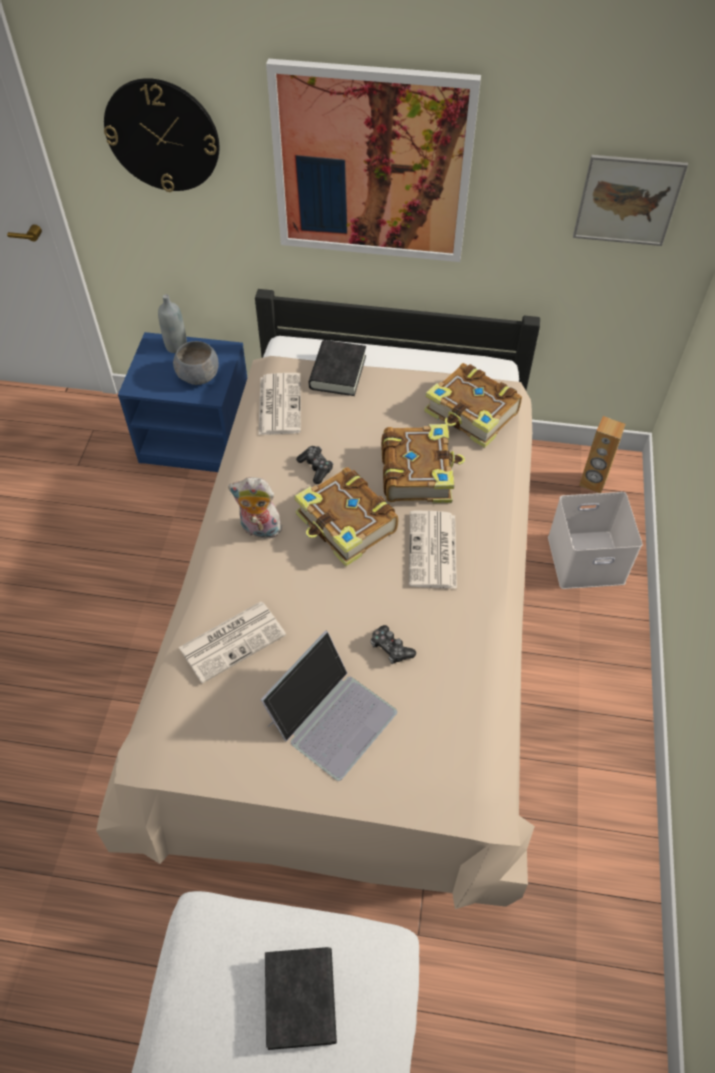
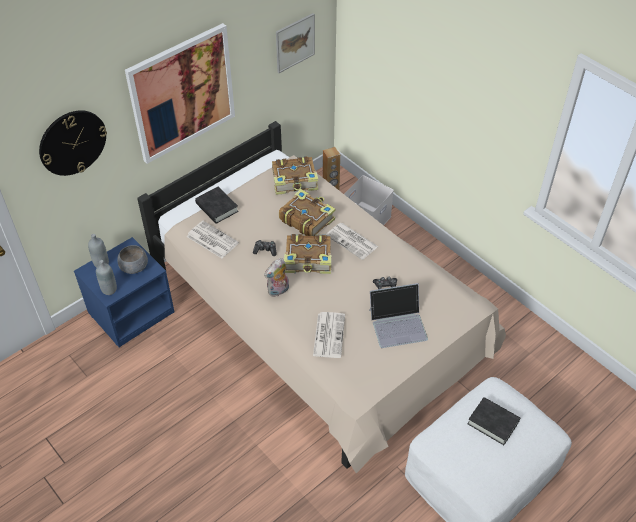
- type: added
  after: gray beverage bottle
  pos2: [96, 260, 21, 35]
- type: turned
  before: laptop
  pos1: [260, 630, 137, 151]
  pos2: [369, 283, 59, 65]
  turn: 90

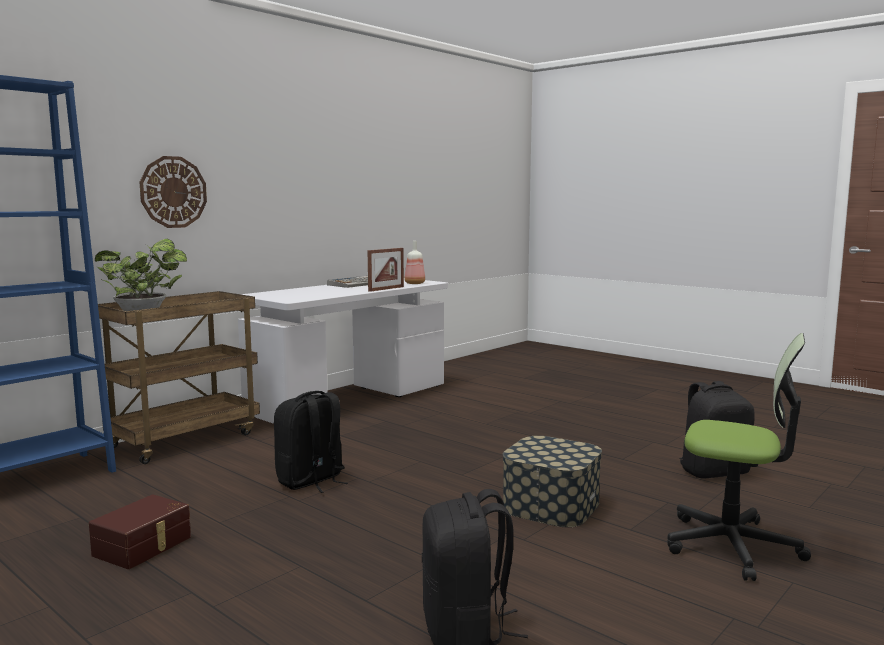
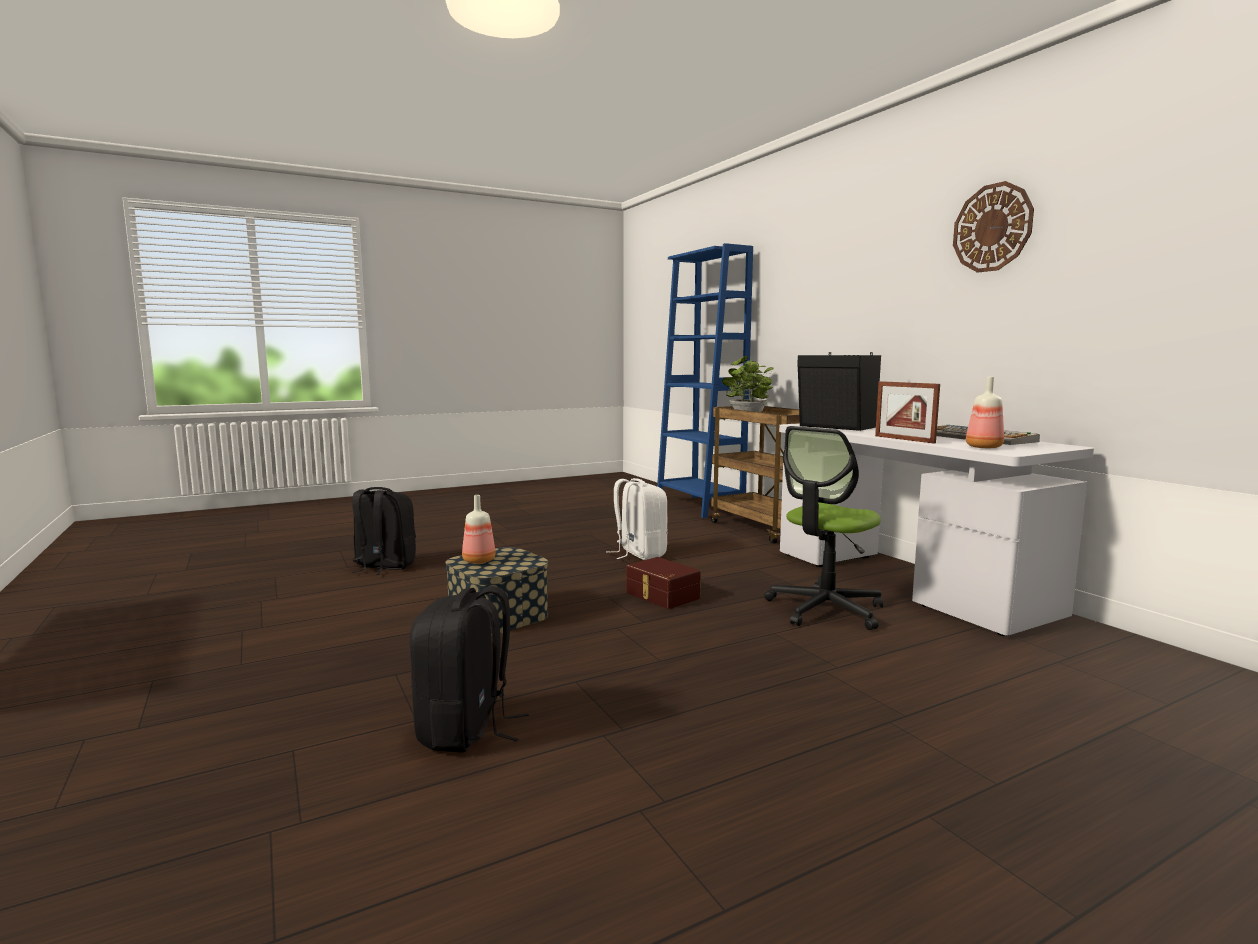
- type: added
  after: beverage bottle
  pos2: [462, 495, 34, 69]
- type: added
  after: black loudspeaker
  pos2: [797, 352, 84, 79]
- type: moved
  before: brownish storage bin
  pos1: [89, 494, 102, 75]
  pos2: [626, 557, 75, 52]
- type: moved
  before: hanging clock
  pos1: [139, 156, 68, 72]
  pos2: [953, 181, 81, 92]
- type: moved
  before: desk chair
  pos1: [667, 333, 144, 248]
  pos2: [764, 426, 119, 204]
- type: recoloured
  before: black rucksack
  after: white rucksack
  pos1: [274, 391, 74, 102]
  pos2: [606, 478, 62, 82]

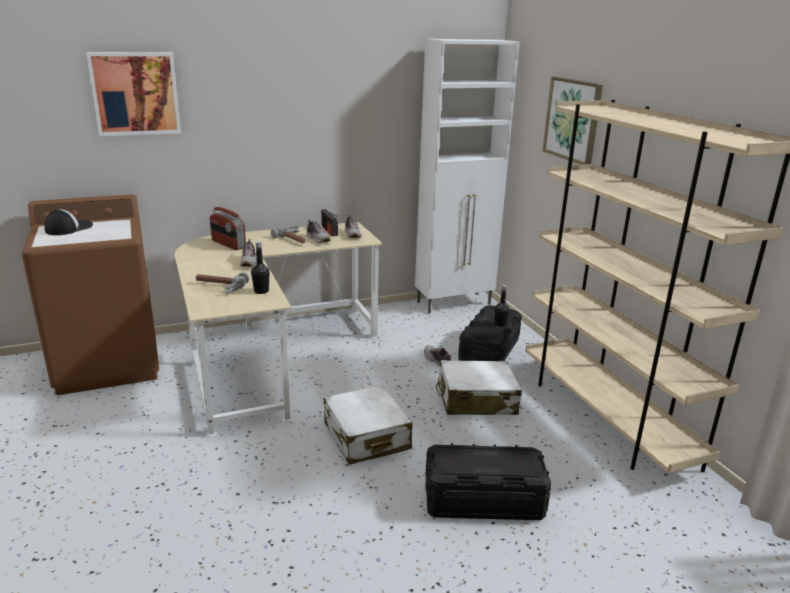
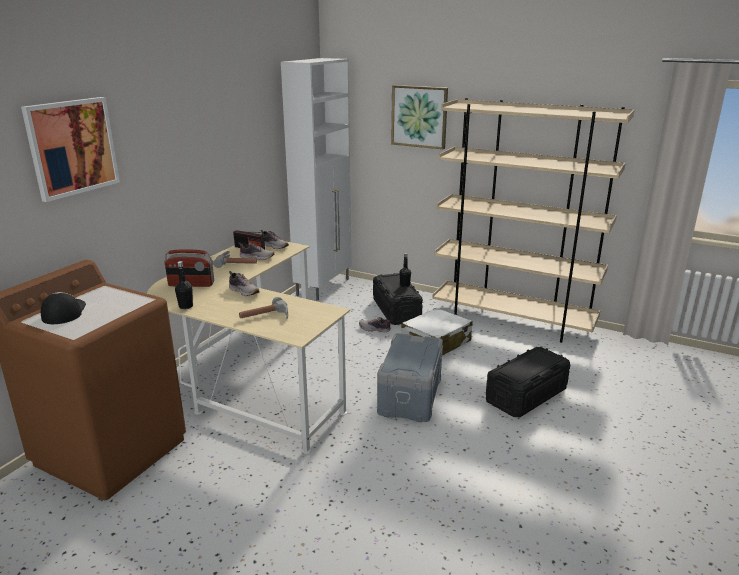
- type: moved
  before: black beverage bottle
  pos1: [251, 242, 19, 52]
  pos2: [175, 261, 18, 48]
- type: replaced
  before: white piece of luggage
  after: gray storage bin
  pos1: [324, 385, 89, 80]
  pos2: [377, 333, 66, 89]

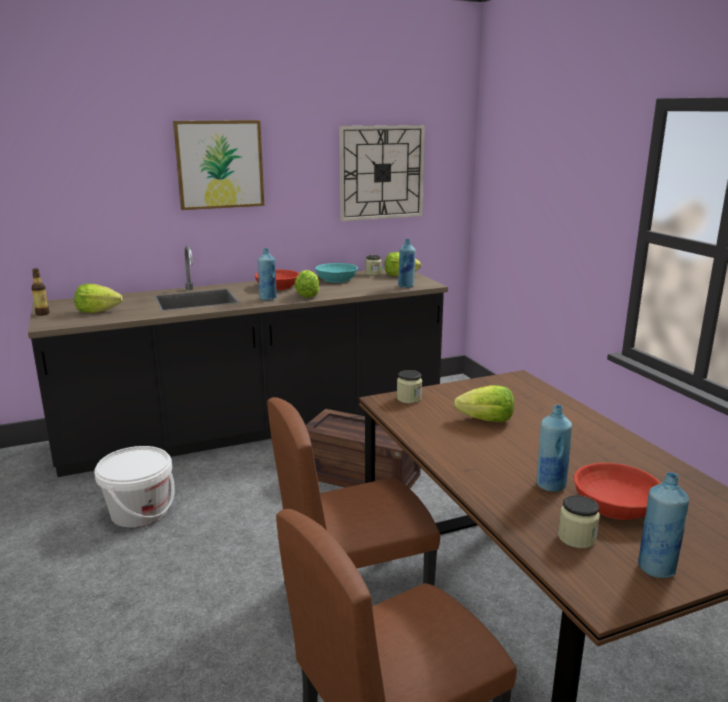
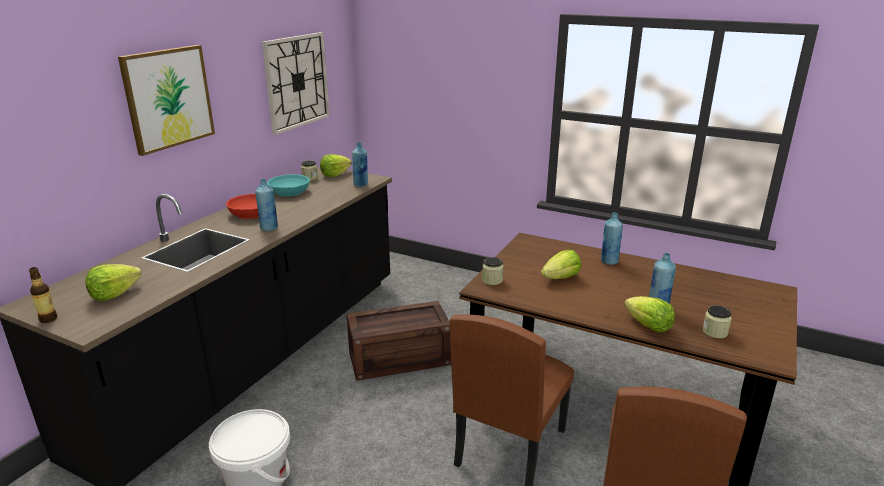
- type: removed
  before: reddish serving bowl
  pos1: [574, 463, 87, 57]
- type: moved
  before: head of lettuce
  pos1: [294, 270, 26, 28]
  pos2: [624, 296, 51, 36]
- type: moved
  before: blue-coloured beverage bottle
  pos1: [638, 472, 51, 106]
  pos2: [601, 213, 22, 52]

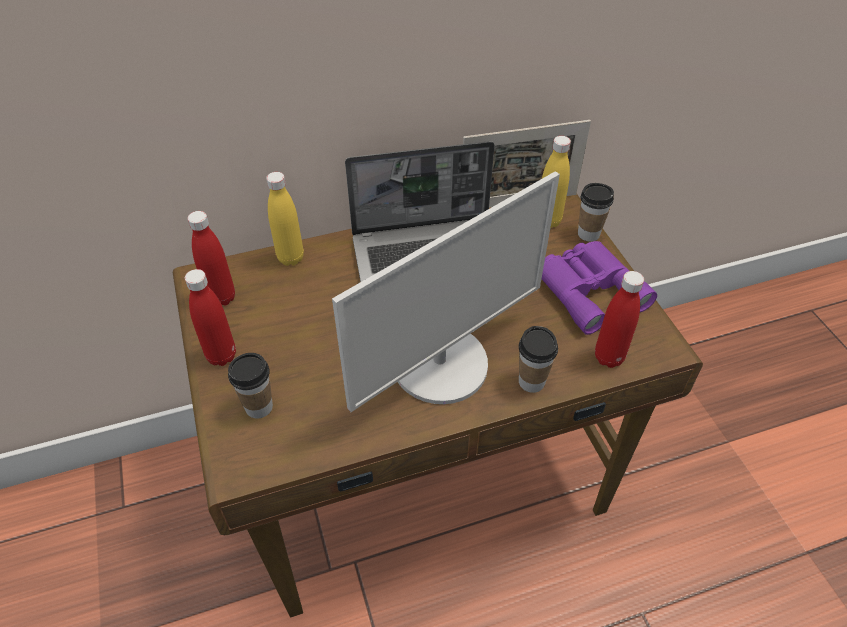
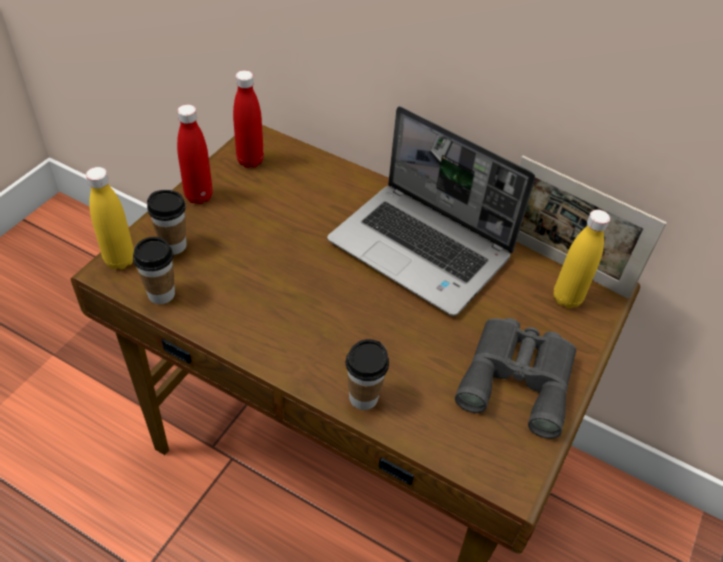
- type: removed
  before: monitor
  pos1: [332, 171, 228, 241]
- type: removed
  before: reddish beverage bottle
  pos1: [595, 271, 49, 97]
- type: moved
  before: yellow beverage bottle
  pos1: [266, 172, 38, 94]
  pos2: [86, 167, 48, 103]
- type: moved
  before: cup
  pos1: [578, 183, 36, 59]
  pos2: [133, 237, 42, 67]
- type: recoloured
  before: purplish field glasses
  after: gray field glasses
  pos1: [542, 241, 115, 94]
  pos2: [455, 318, 121, 121]

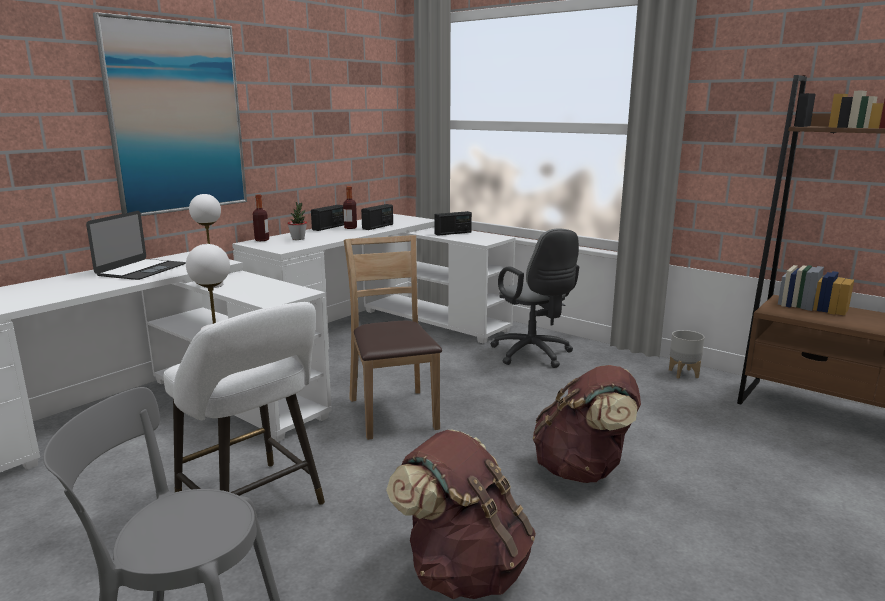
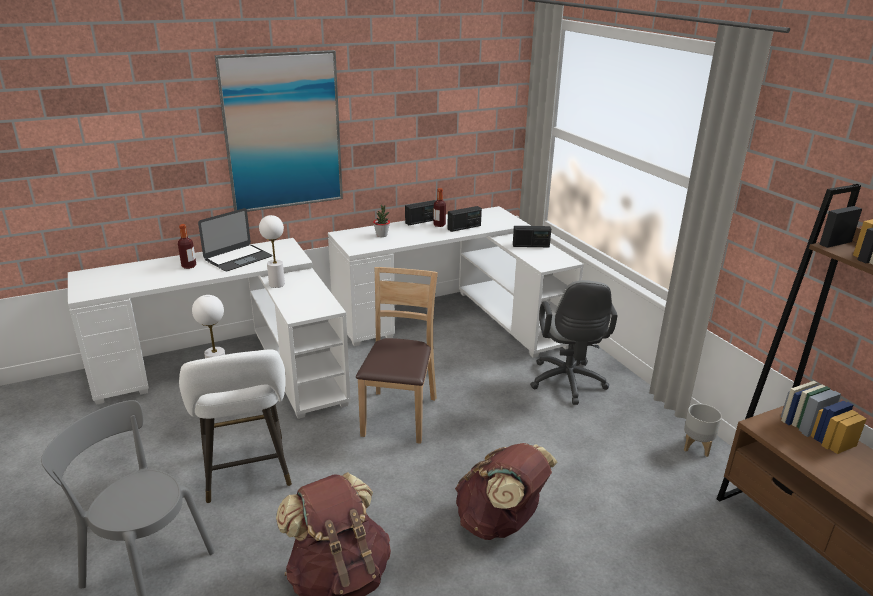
- type: moved
  before: beverage bottle
  pos1: [253, 195, 16, 46]
  pos2: [178, 224, 18, 45]

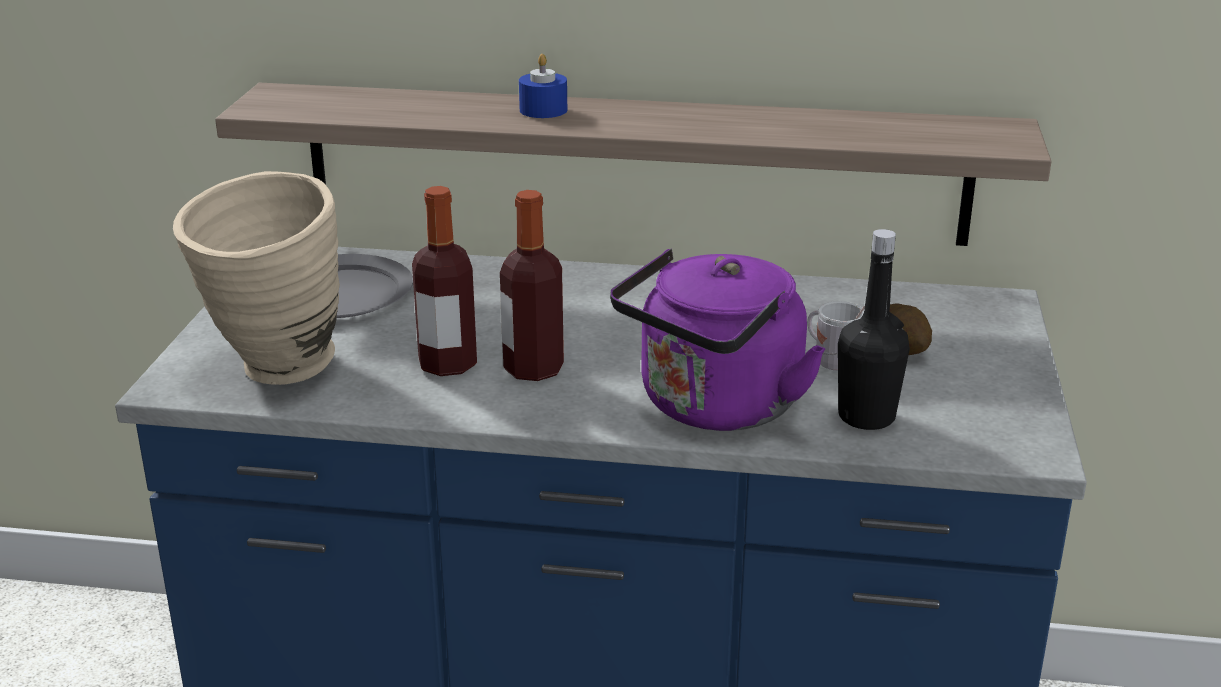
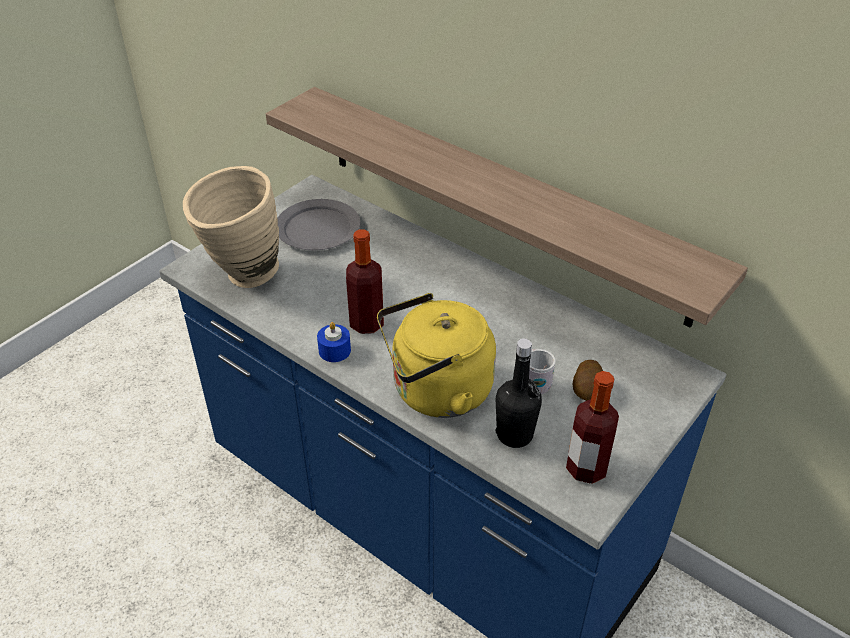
- type: moved
  before: beverage bottle
  pos1: [412, 186, 65, 190]
  pos2: [566, 371, 53, 113]
- type: moved
  before: blue-coloured wax light
  pos1: [519, 54, 48, 64]
  pos2: [317, 322, 34, 40]
- type: recoloured
  before: purplish water kettle
  after: yellow water kettle
  pos1: [610, 248, 215, 183]
  pos2: [377, 293, 119, 125]

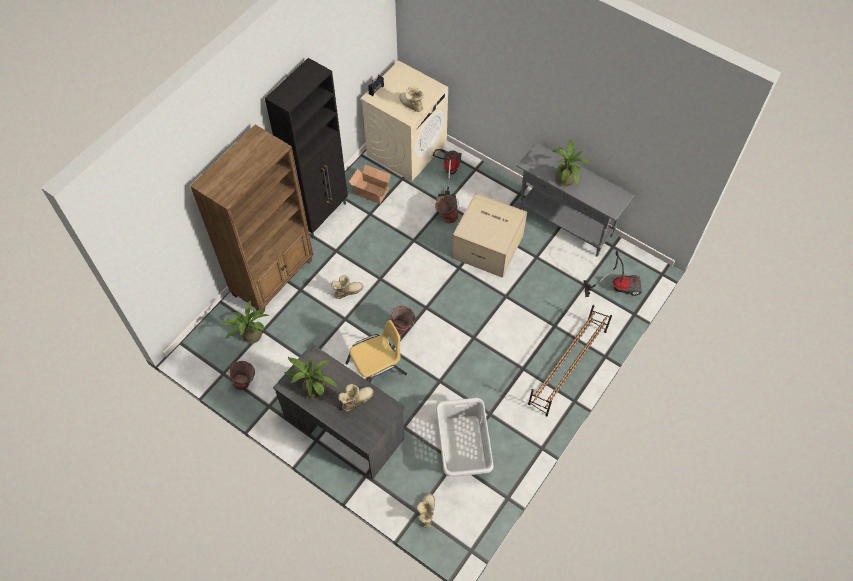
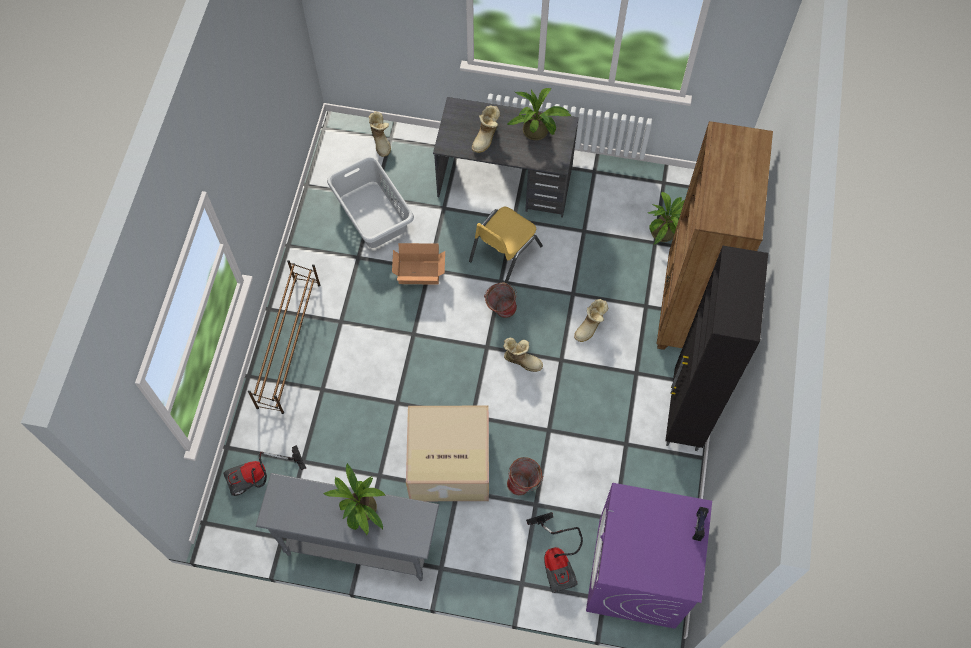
- type: removed
  before: pail
  pos1: [228, 361, 27, 29]
- type: moved
  before: cardboard box
  pos1: [349, 164, 42, 40]
  pos2: [392, 243, 53, 42]
- type: moved
  before: tall boot
  pos1: [399, 86, 25, 26]
  pos2: [503, 338, 40, 34]
- type: recoloured
  before: beige-coloured laundry appliance
  after: purplish laundry appliance
  pos1: [360, 60, 88, 121]
  pos2: [586, 483, 126, 146]

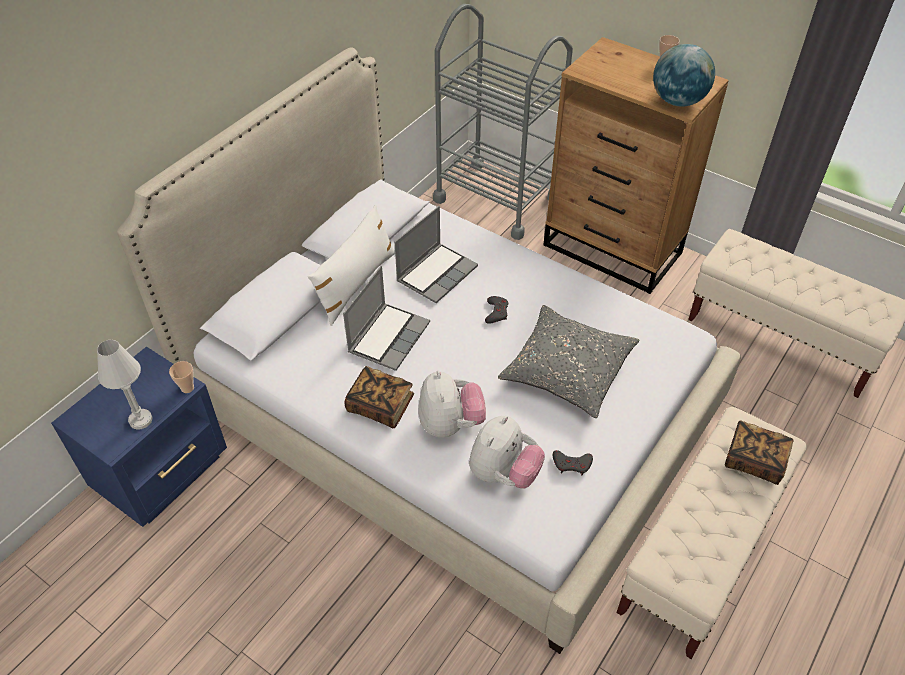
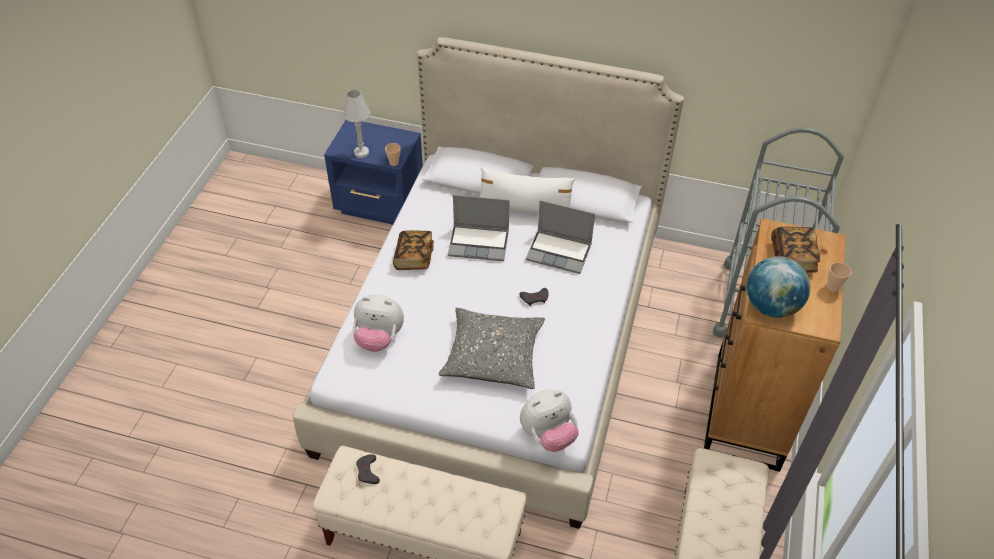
- type: moved
  before: cuddly toy
  pos1: [418, 370, 68, 67]
  pos2: [520, 390, 58, 62]
- type: moved
  before: gray joypad
  pos1: [552, 450, 41, 25]
  pos2: [356, 454, 24, 30]
- type: moved
  before: book
  pos1: [725, 420, 68, 65]
  pos2: [771, 227, 49, 46]

